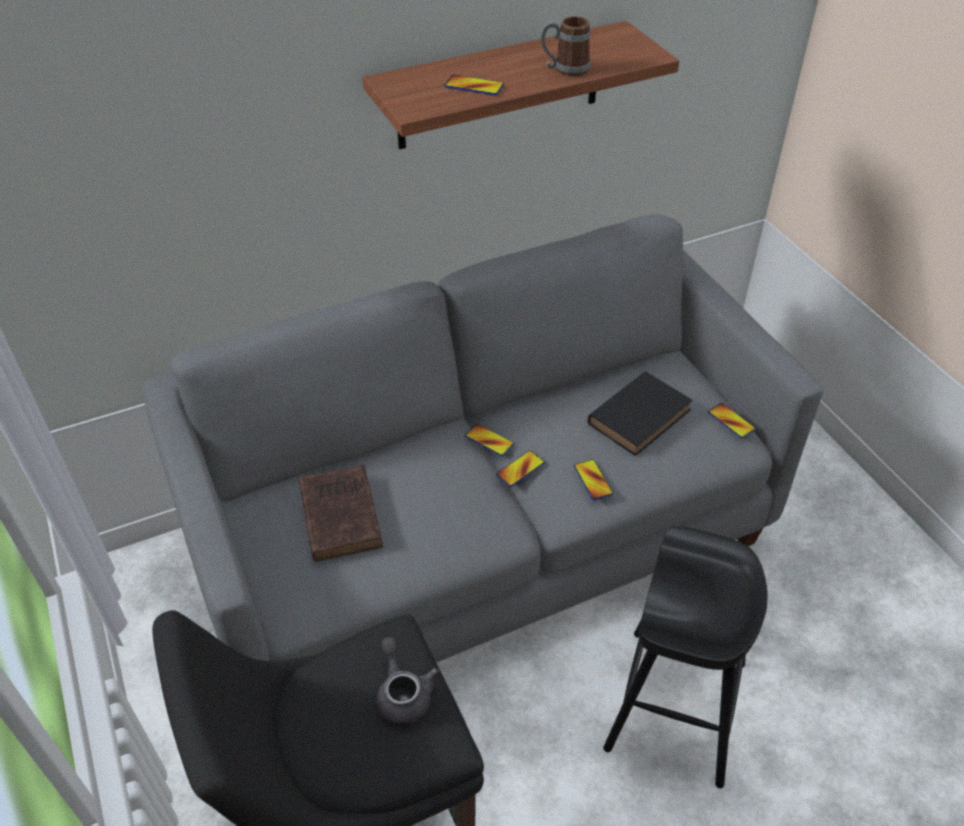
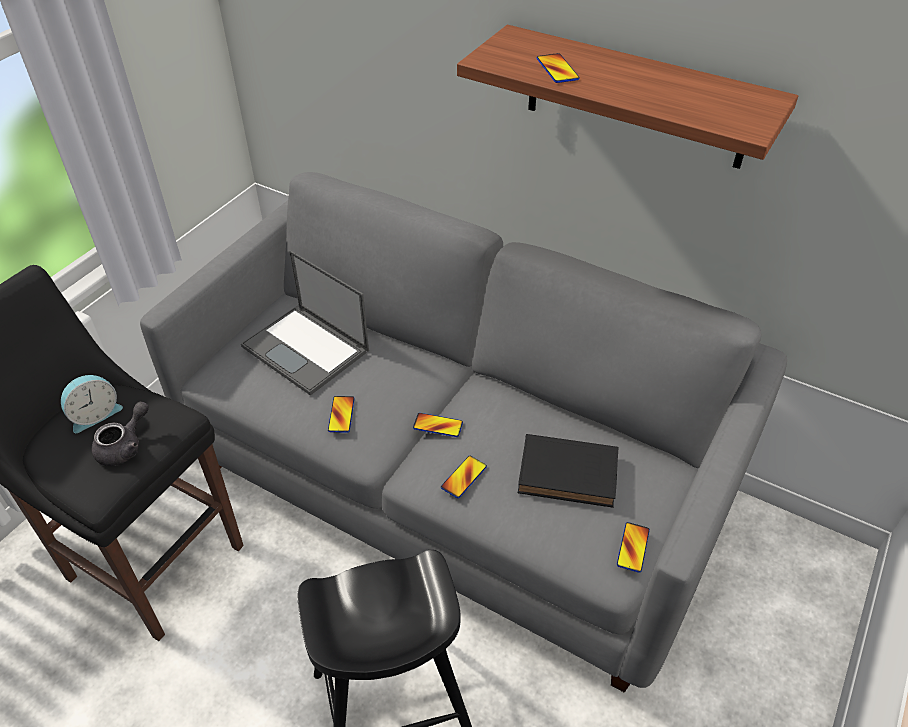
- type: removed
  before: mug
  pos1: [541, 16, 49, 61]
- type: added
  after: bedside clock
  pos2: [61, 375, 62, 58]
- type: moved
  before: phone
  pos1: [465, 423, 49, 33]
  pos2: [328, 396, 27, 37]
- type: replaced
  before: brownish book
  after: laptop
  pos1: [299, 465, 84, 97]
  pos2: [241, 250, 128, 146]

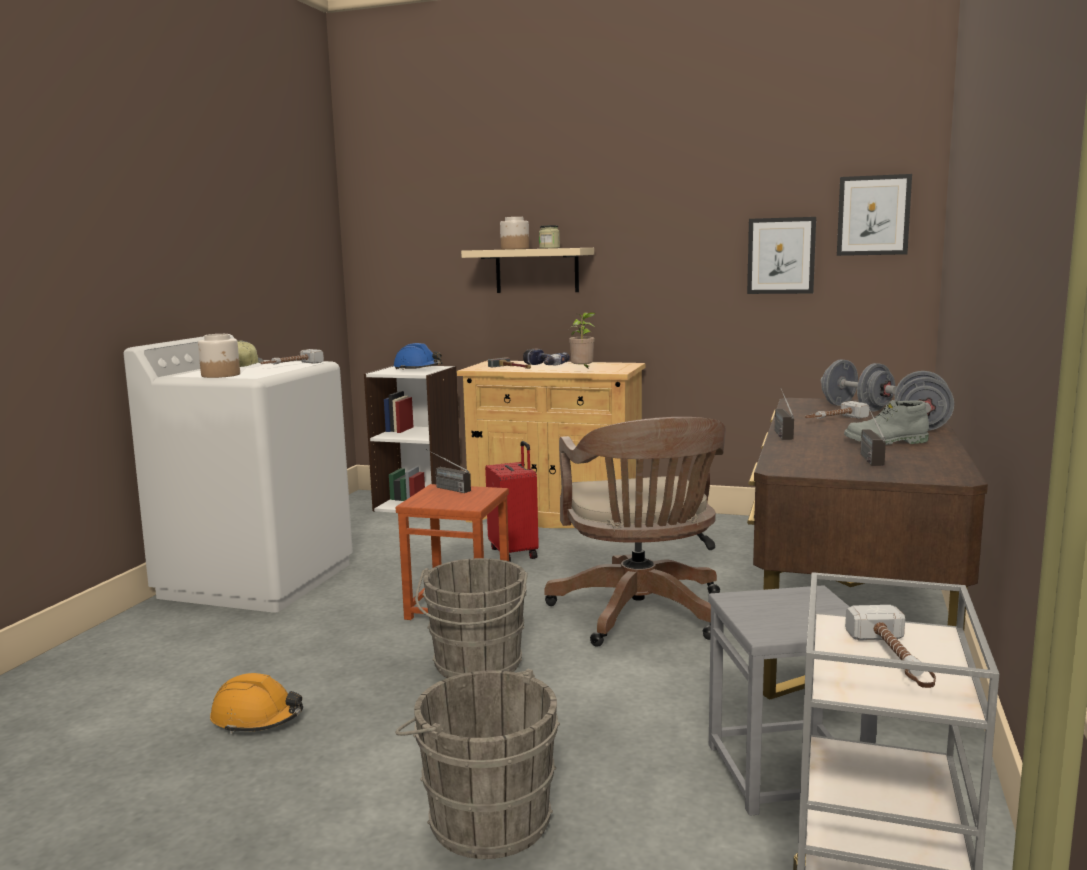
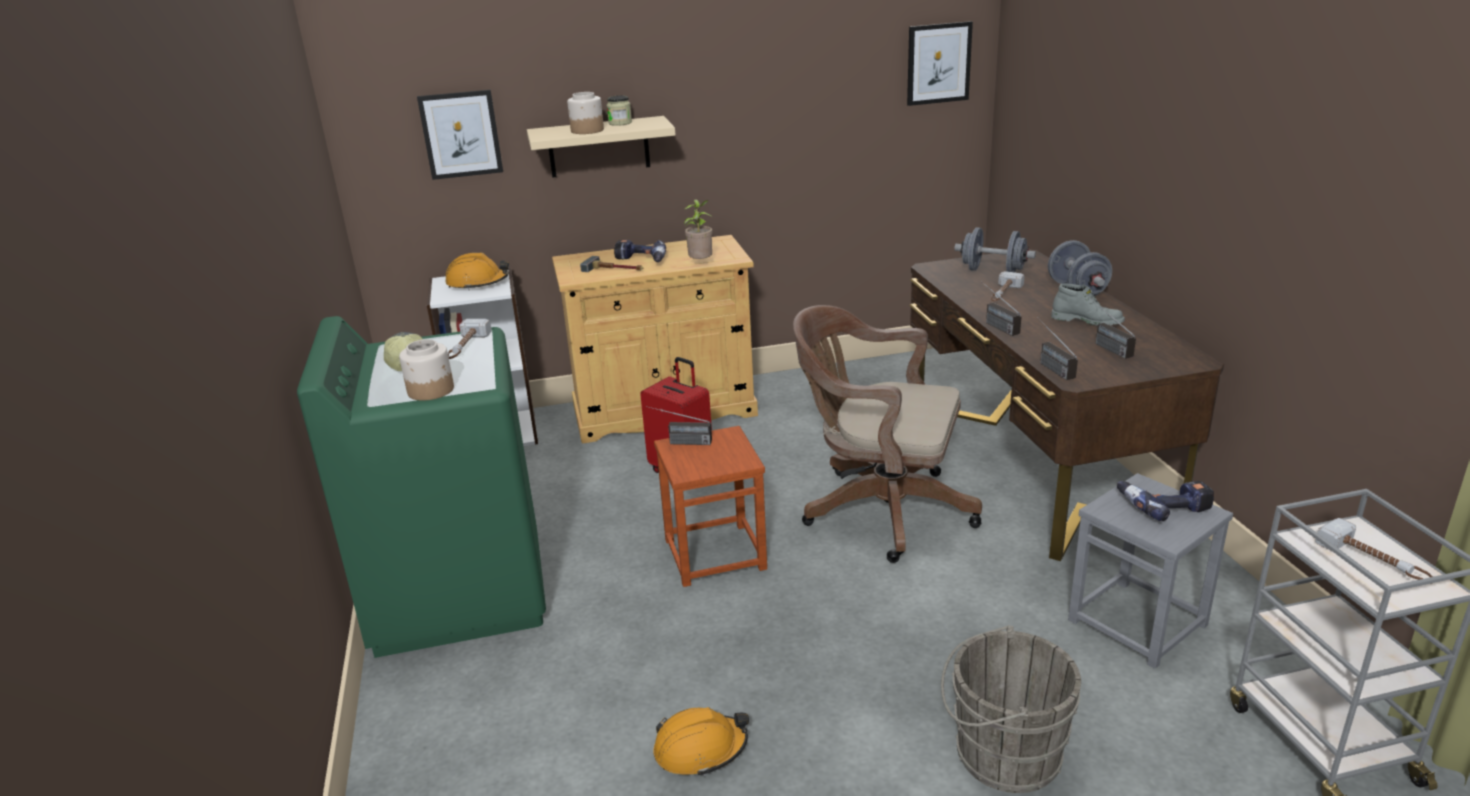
- type: removed
  before: gray pail
  pos1: [415, 558, 113, 120]
- type: added
  after: radio set
  pos2: [1037, 317, 41, 63]
- type: added
  after: drill
  pos2: [1117, 481, 97, 40]
- type: moved
  before: wall picture
  pos1: [747, 217, 69, 77]
  pos2: [417, 90, 86, 90]
- type: recoloured
  before: white laundry appliance
  after: greenish laundry appliance
  pos1: [124, 335, 229, 278]
  pos2: [297, 316, 249, 342]
- type: recoloured
  before: blue-coloured hard hat
  after: orangey hard hat
  pos1: [393, 343, 50, 27]
  pos2: [445, 253, 64, 37]
- type: turned
  before: brownish desk chair
  pos1: [544, 417, 182, 229]
  pos2: [793, 305, 189, 258]
  turn: 150
- type: turned
  before: gray tall boot
  pos1: [844, 400, 85, 45]
  pos2: [1051, 284, 74, 42]
  turn: -120

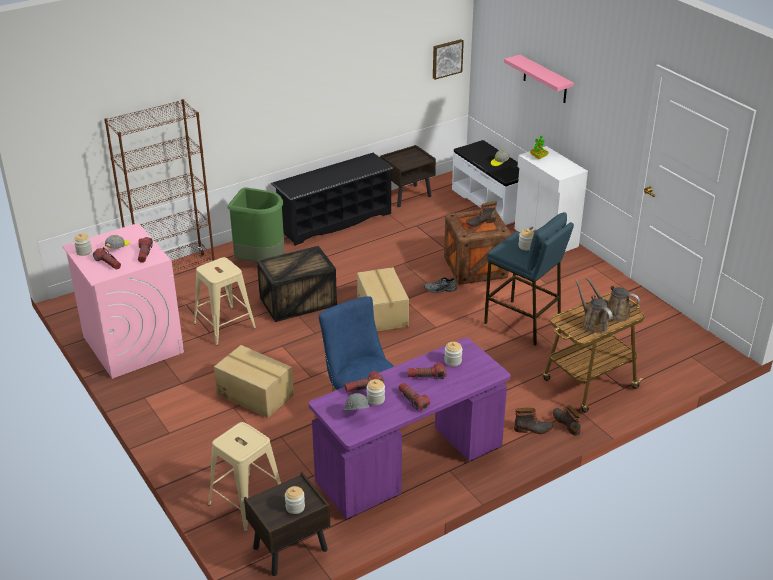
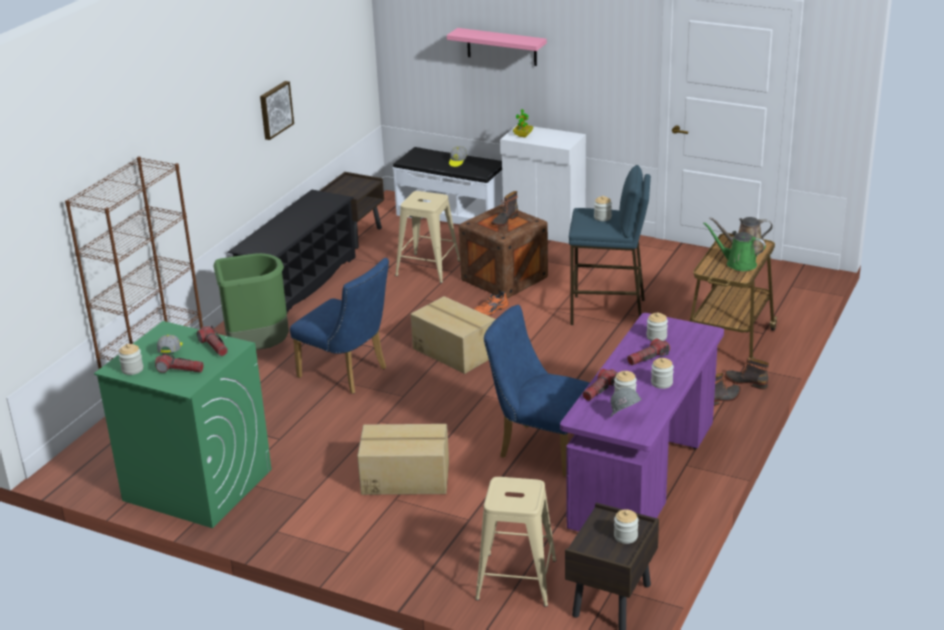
- type: moved
  before: beige-coloured sitting stool
  pos1: [194, 257, 62, 88]
  pos2: [395, 191, 65, 92]
- type: moved
  before: wall picture
  pos1: [433, 39, 31, 41]
  pos2: [260, 81, 34, 59]
- type: replaced
  before: packing crate
  after: blue-coloured plain chair
  pos1: [257, 246, 80, 76]
  pos2: [290, 258, 99, 136]
- type: replaced
  before: torch
  after: preserve jar
  pos1: [398, 383, 32, 28]
  pos2: [651, 358, 23, 31]
- type: recoloured
  before: pink laundry appliance
  after: greenish laundry appliance
  pos1: [62, 223, 122, 156]
  pos2: [94, 321, 178, 207]
- type: recoloured
  before: gray shoe
  after: orangey shoe
  pos1: [424, 277, 33, 16]
  pos2: [474, 292, 35, 24]
- type: recoloured
  before: brownish sprinkling can
  after: greenish sprinkling can
  pos1: [575, 279, 38, 54]
  pos2: [703, 222, 63, 49]

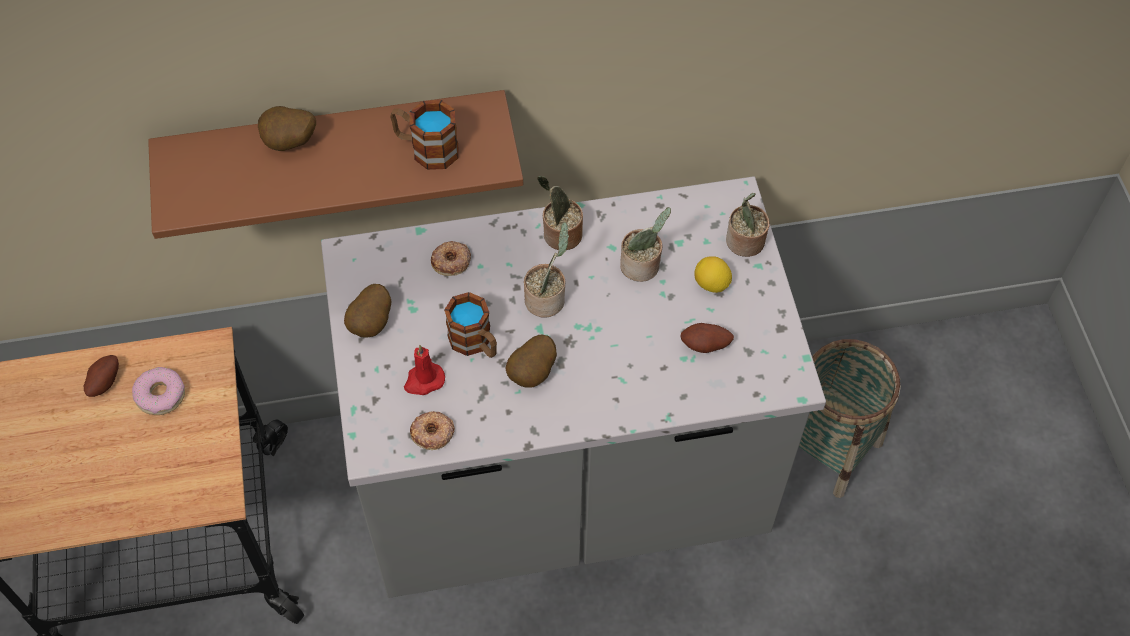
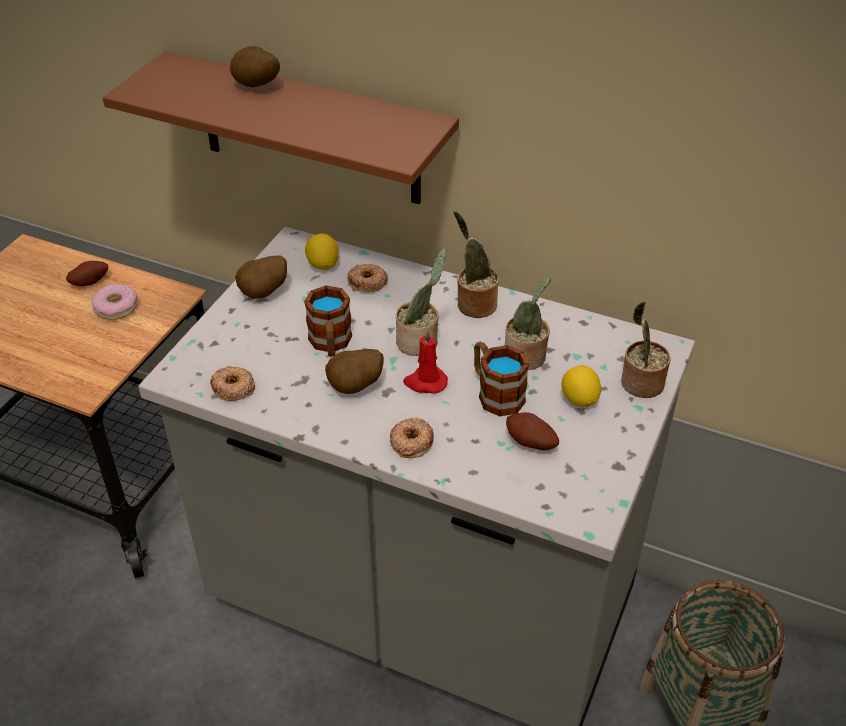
- type: added
  after: whole lemon
  pos2: [305, 233, 34, 37]
- type: added
  after: doughnut
  pos2: [390, 418, 44, 40]
- type: moved
  before: mug
  pos1: [390, 100, 69, 70]
  pos2: [474, 342, 55, 74]
- type: moved
  before: reddish wax light
  pos1: [404, 345, 41, 50]
  pos2: [403, 328, 45, 66]

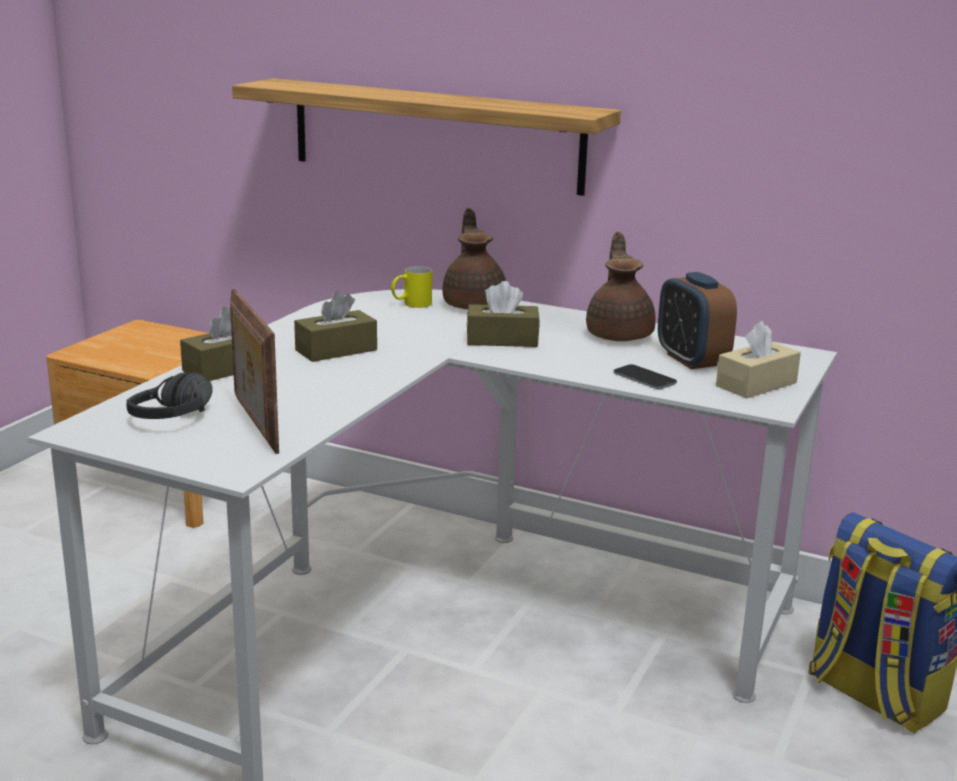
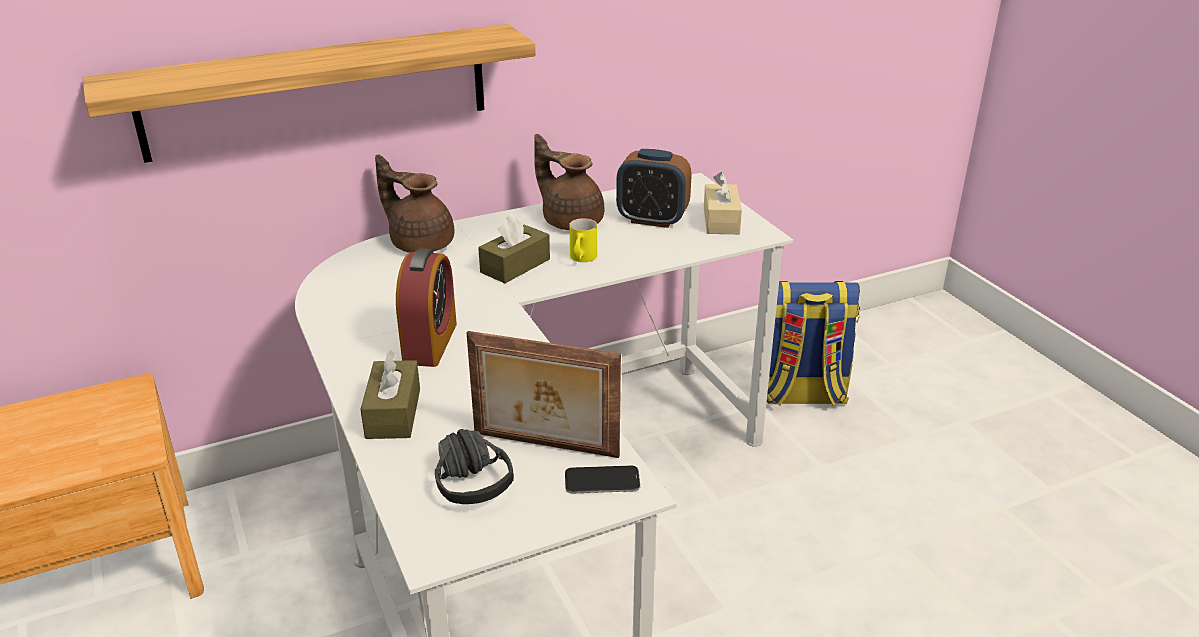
- type: moved
  before: yellow mug
  pos1: [391, 266, 41, 42]
  pos2: [569, 218, 28, 44]
- type: moved
  before: phone
  pos1: [613, 364, 64, 25]
  pos2: [565, 466, 75, 27]
- type: replaced
  before: brownish tissue holder
  after: bedside clock
  pos1: [294, 291, 83, 71]
  pos2: [396, 249, 61, 118]

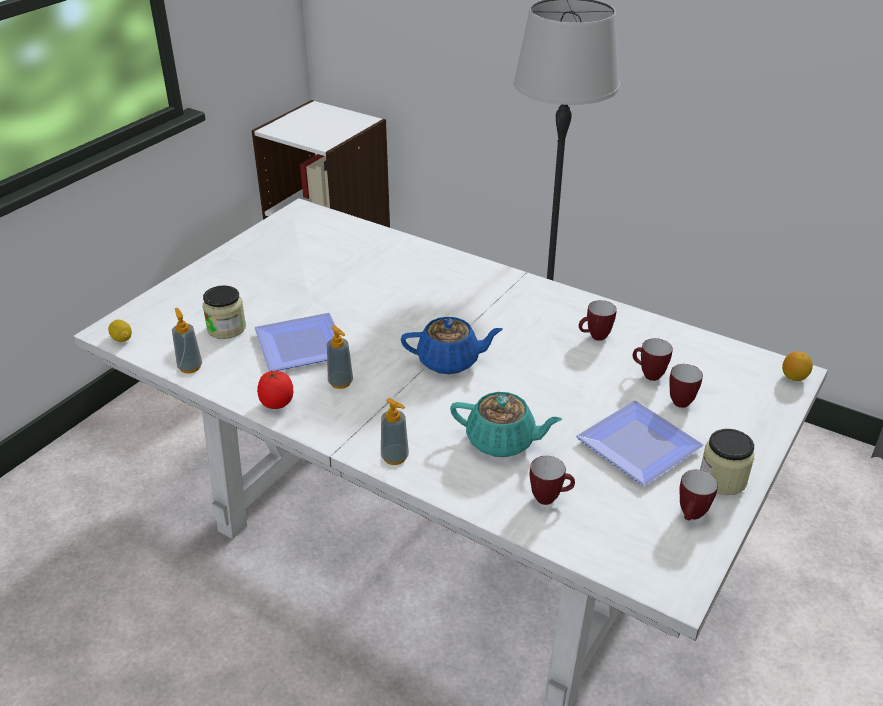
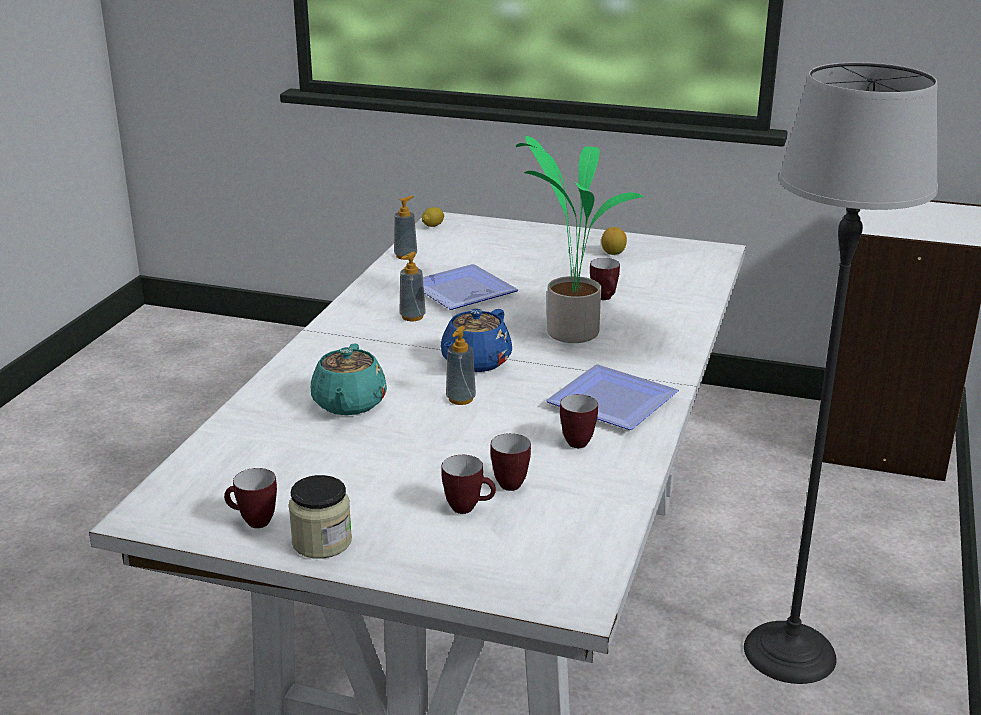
- type: removed
  before: preserve jar
  pos1: [203, 285, 43, 54]
- type: removed
  before: whole tomato
  pos1: [257, 371, 36, 38]
- type: added
  after: plant in a pot
  pos2: [516, 136, 128, 207]
- type: moved
  before: liquid soap bottle
  pos1: [381, 398, 28, 67]
  pos2: [446, 326, 30, 79]
- type: moved
  before: mug
  pos1: [530, 456, 45, 49]
  pos2: [590, 258, 30, 42]
- type: moved
  before: dinner plate
  pos1: [576, 400, 128, 86]
  pos2: [546, 364, 133, 66]
- type: moved
  before: whole lemon
  pos1: [782, 351, 31, 30]
  pos2: [601, 227, 26, 28]
- type: turned
  before: blue-coloured tea pot
  pos1: [401, 317, 102, 57]
  pos2: [441, 309, 71, 63]
  turn: 45

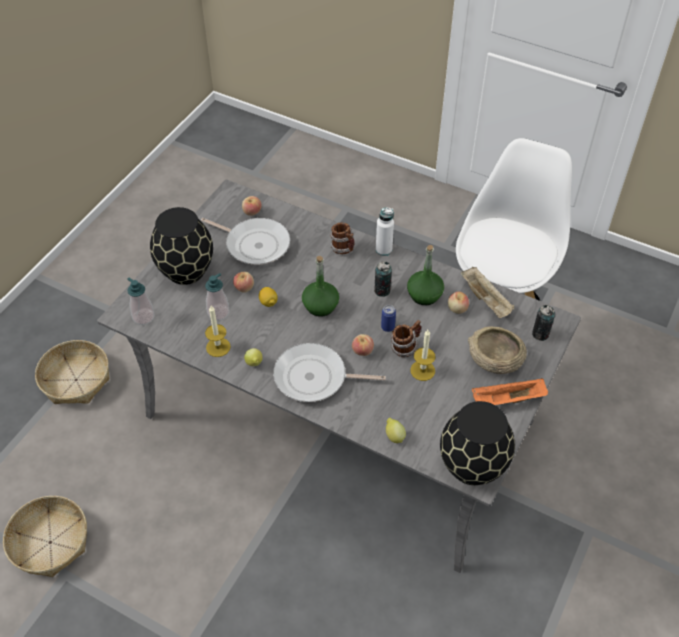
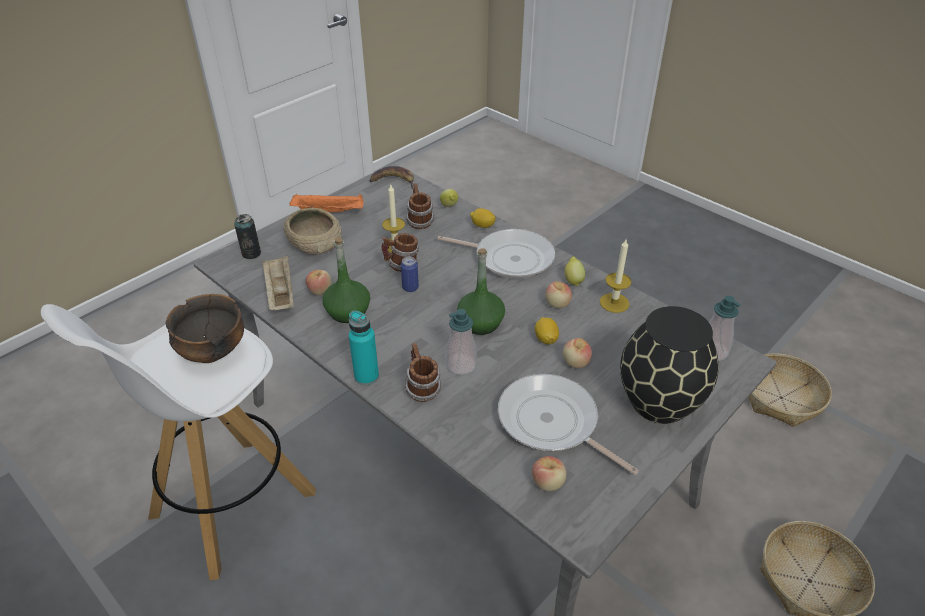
- type: removed
  before: metal can
  pos1: [374, 262, 18, 35]
- type: added
  after: serving bowl
  pos2: [165, 294, 79, 69]
- type: added
  after: mug
  pos2: [406, 183, 28, 46]
- type: added
  after: whole lemon
  pos2: [470, 208, 26, 20]
- type: moved
  before: liquid soap bottle
  pos1: [205, 273, 24, 48]
  pos2: [446, 309, 31, 66]
- type: moved
  before: apple
  pos1: [352, 334, 22, 22]
  pos2: [545, 281, 27, 27]
- type: replaced
  before: black vase
  after: banana fruit
  pos1: [440, 401, 75, 84]
  pos2: [369, 166, 45, 23]
- type: recoloured
  before: white beverage bottle
  after: turquoise-coloured beverage bottle
  pos1: [376, 207, 18, 49]
  pos2: [349, 310, 30, 75]

